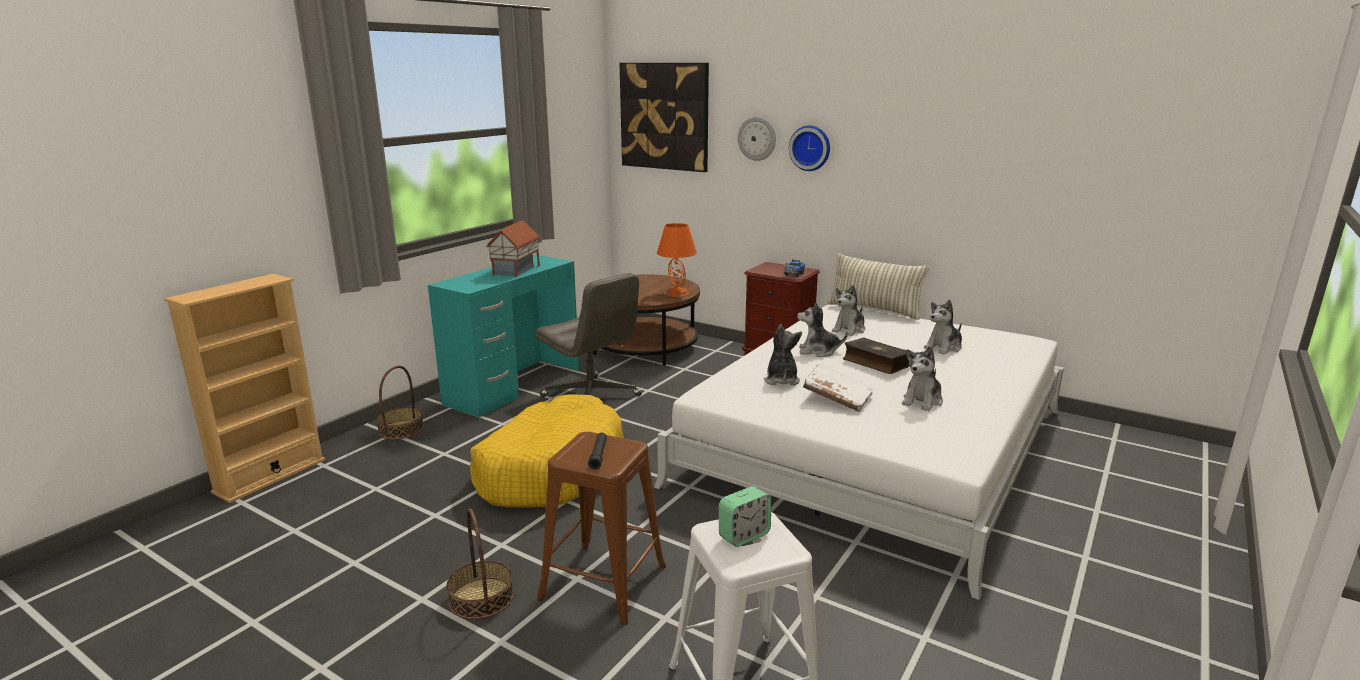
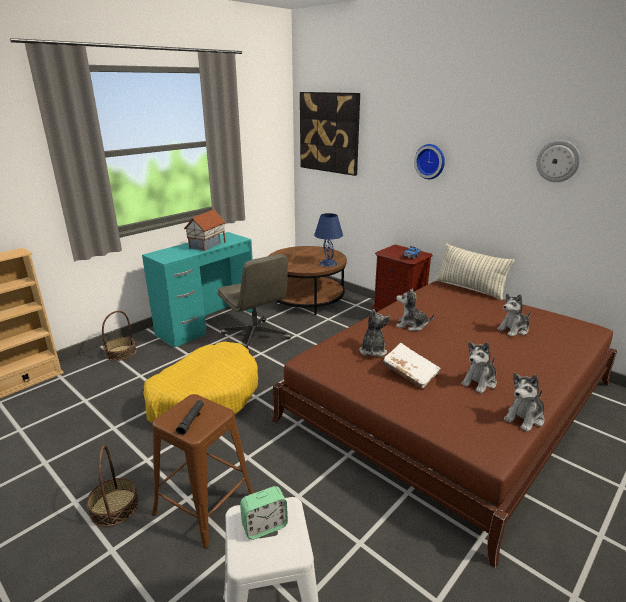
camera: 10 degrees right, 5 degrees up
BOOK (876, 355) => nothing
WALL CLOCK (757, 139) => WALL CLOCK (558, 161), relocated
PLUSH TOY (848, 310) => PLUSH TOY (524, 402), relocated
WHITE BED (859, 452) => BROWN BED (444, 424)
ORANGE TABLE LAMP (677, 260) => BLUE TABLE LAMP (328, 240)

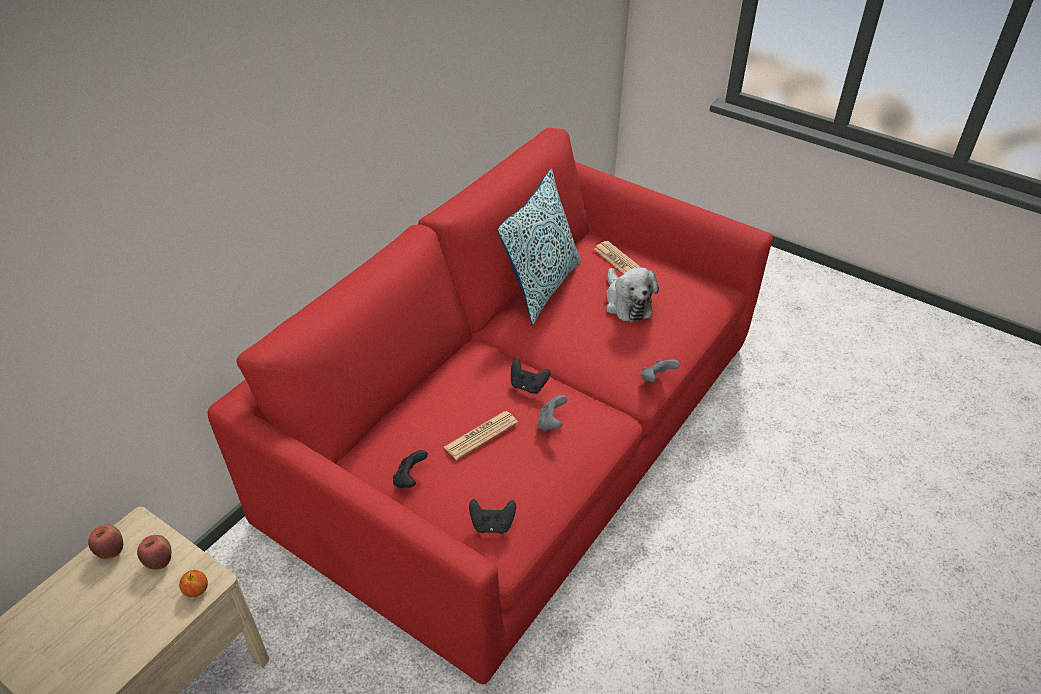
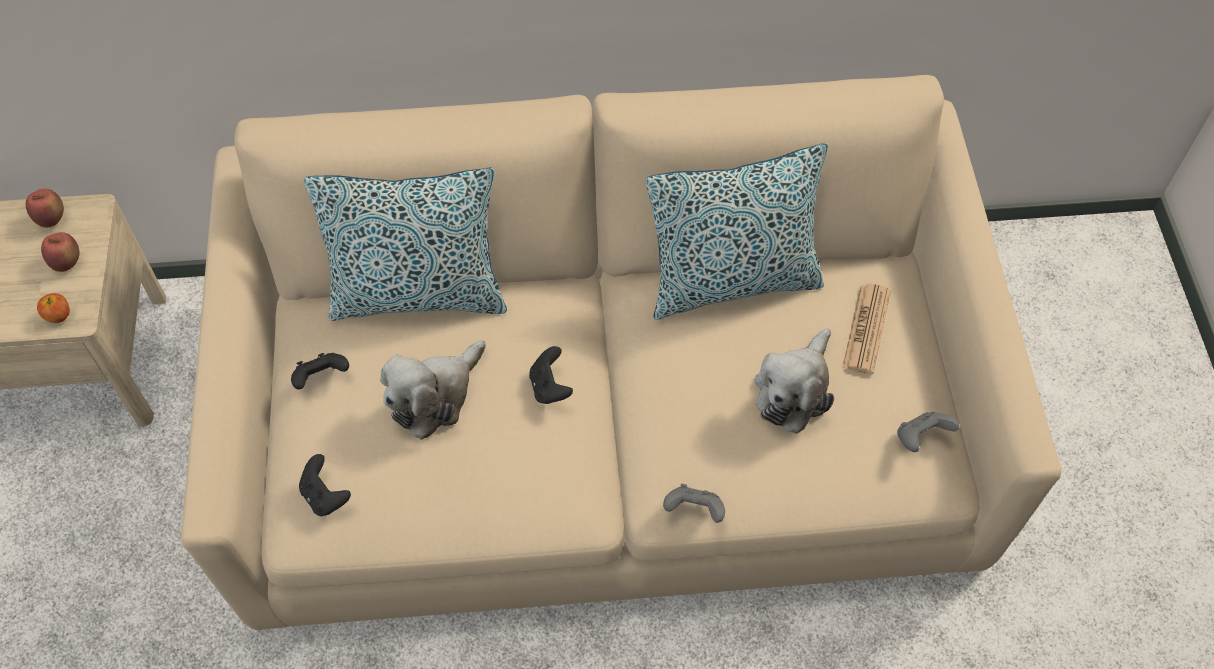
camera: 50 degrees right, 15 degrees up
nothing => PILLOW (405, 244)
GREY GAME CONTROLLER (552, 413) => GREY GAME CONTROLLER (928, 432), relocated
NEWSPAPER (481, 435) => PLUSH TOY (433, 390)
RED SOFA (490, 406) => BEIGE SOFA (621, 352)

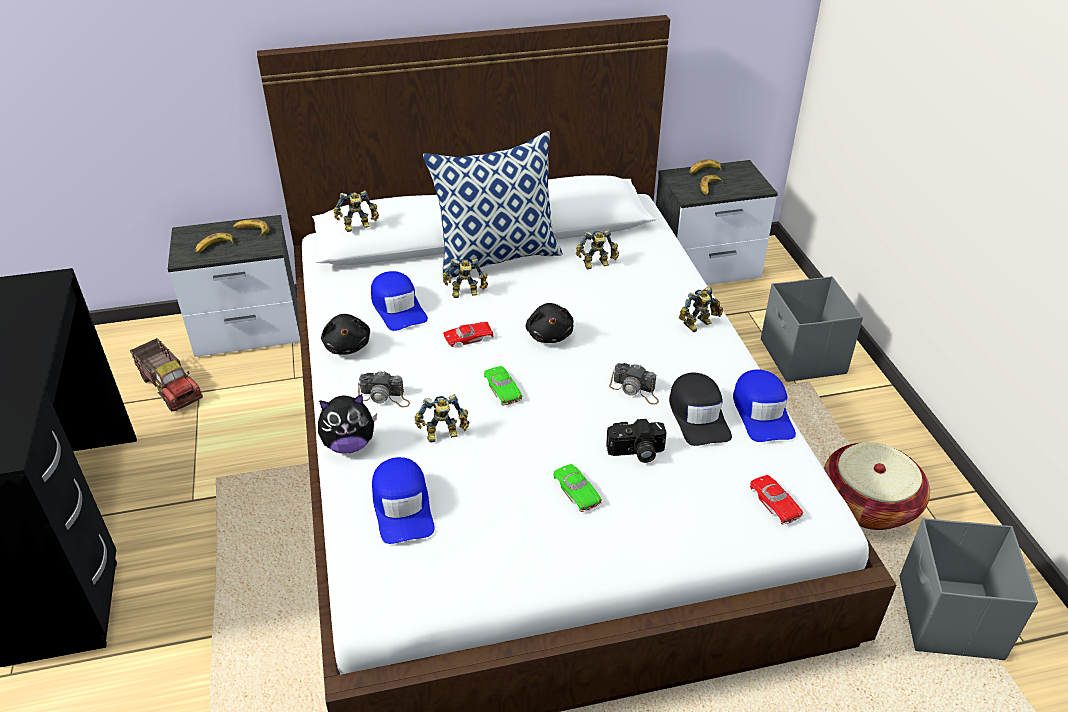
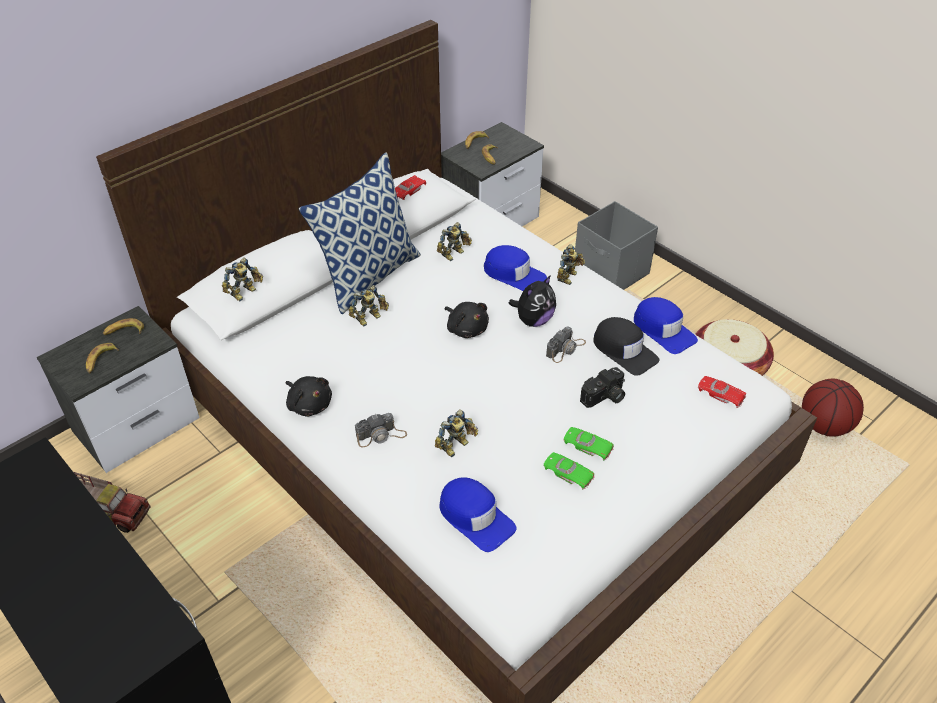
camera: 30 degrees left, 5 degrees up
PLUSH TOY (347, 424) => PLUSH TOY (532, 301), relocated
BLUE CAP (399, 301) => BLUE CAP (515, 268), relocated
RED TOY CAR (468, 334) => RED TOY CAR (410, 187), relocated
GREEN TOY CAR (503, 385) => GREEN TOY CAR (569, 470), relocated
GREY STORAGE BOX (968, 589) => BASKETBALL (833, 408)
PHOTO CAMERA (634, 384) => PHOTO CAMERA (566, 344), 45 degrees counterclockwise

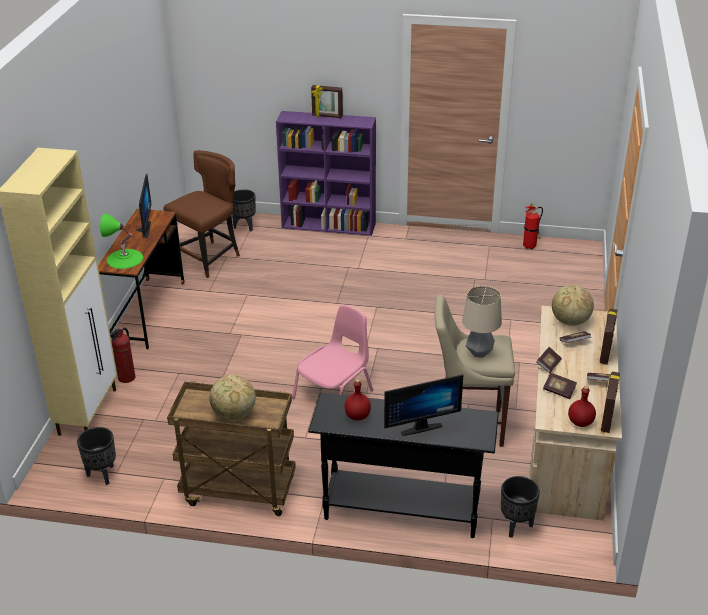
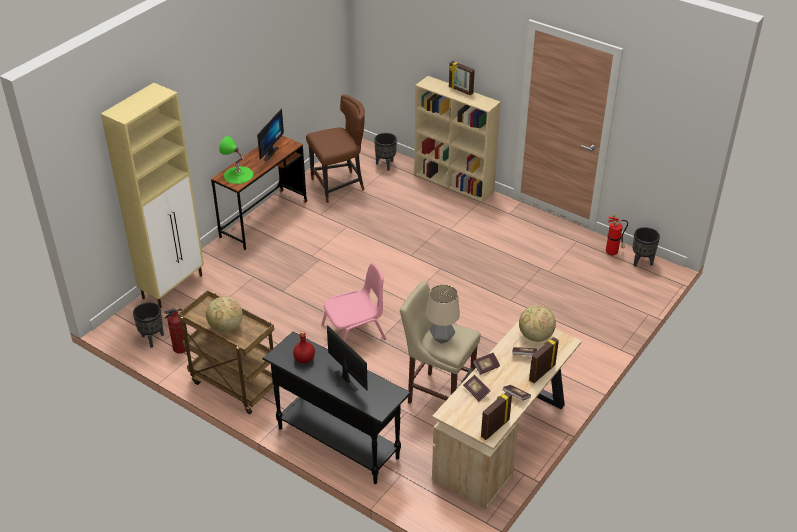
camera: 25 degrees right, 5 degrees up
RED BOTTLE (582, 406) => nothing
FIRE EXTINGUISHER (123, 355) => FIRE EXTINGUISHER (176, 331), relocated
BLACK PLANTER (520, 507) => BLACK PLANTER (646, 247), relocated
PURPLE BOOKCASE (326, 173) => BEIGE BOOKCASE (457, 139)
MONITOR (423, 405) => MONITOR (347, 358), 135 degrees counterclockwise

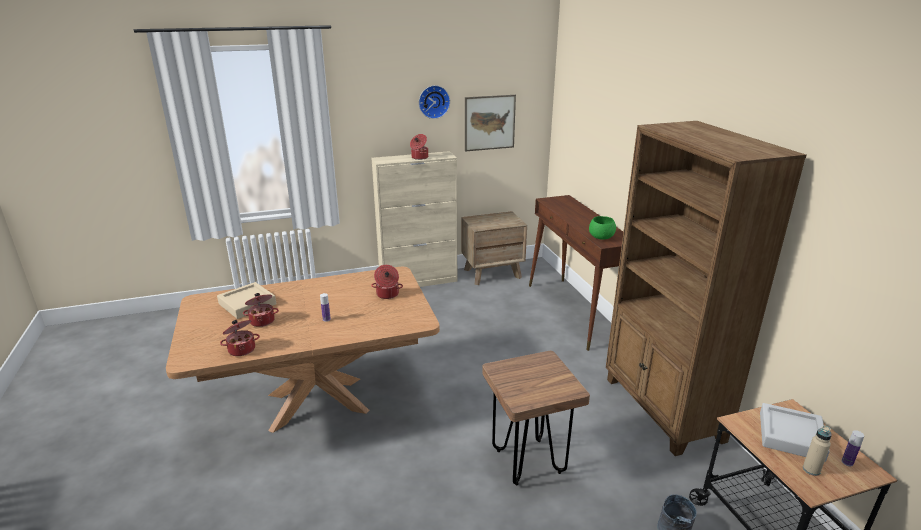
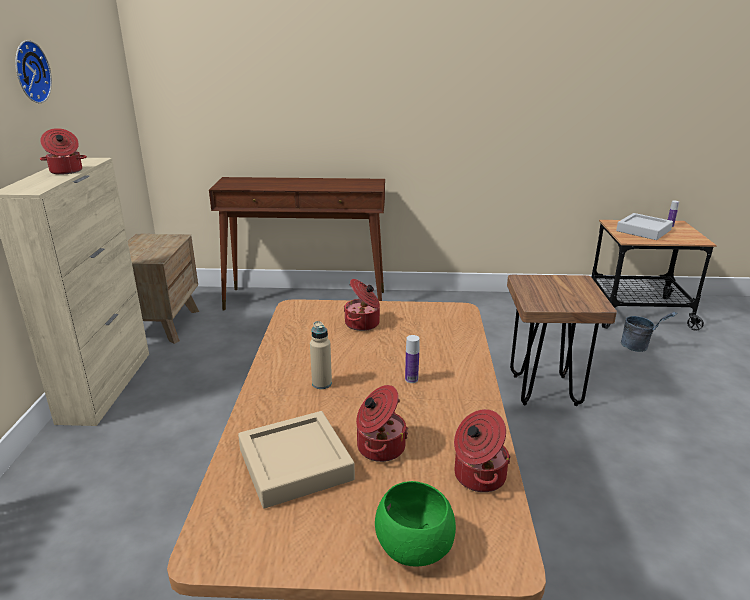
camera: 70 degrees left, 0 degrees up
PICTURE (490, 123) => nothing
BROWN BOOKCASE (706, 288) => nothing
GREEN BOWL (602, 228) => GREEN BOWL (415, 523), relocated
BEIGE BOTTLE (817, 450) => BEIGE BOTTLE (321, 355), relocated

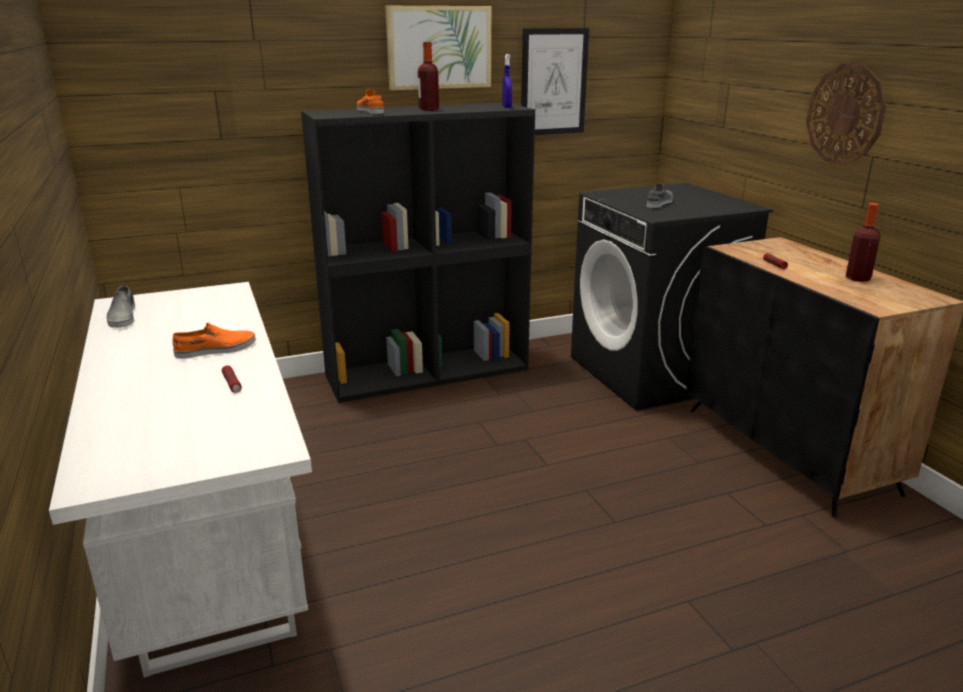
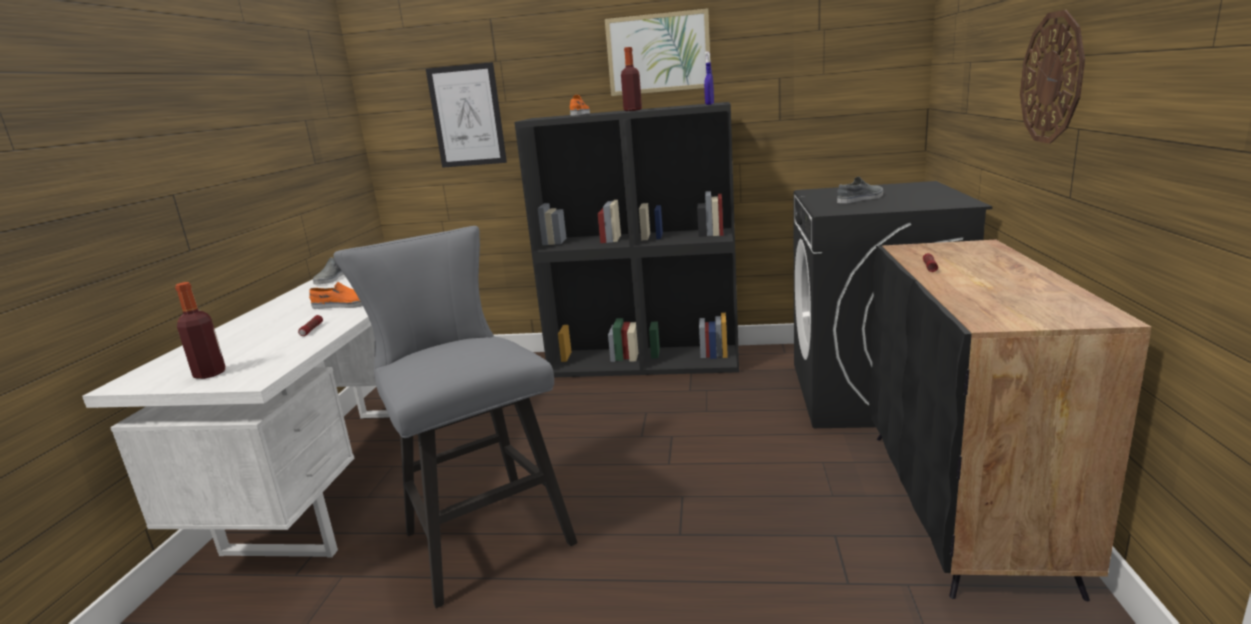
camera: 30 degrees right, 5 degrees down
nothing => GREY STOOL (455, 417)
PICTURE (555, 81) => PICTURE (466, 115), relocated
BOTTLE (863, 242) => BOTTLE (200, 330), relocated

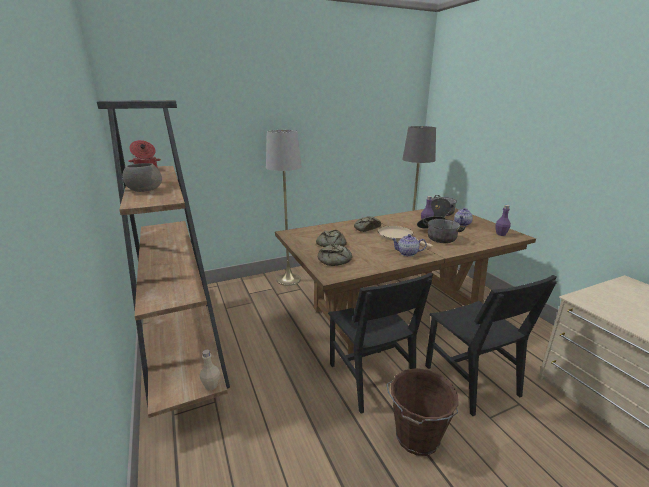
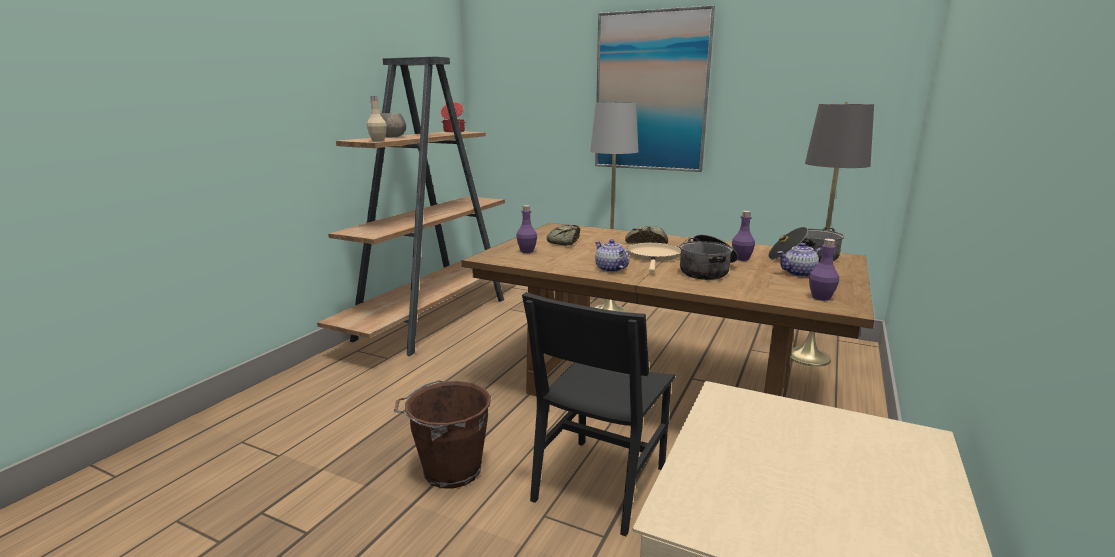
camera: 50 degrees right, 5 degrees down
BLACK CHAIR (380, 343) => nothing
nothing => PICTURE (655, 88)
BEIGE BOTTLE (209, 370) => BEIGE BOTTLE (377, 118), relocated
BREAD (335, 255) => PURPLE BOTTLE (526, 229)

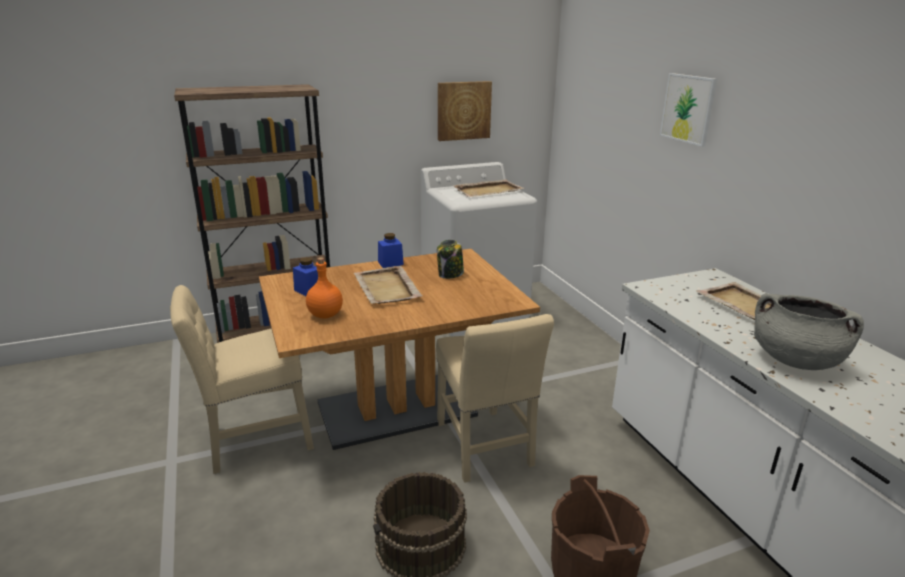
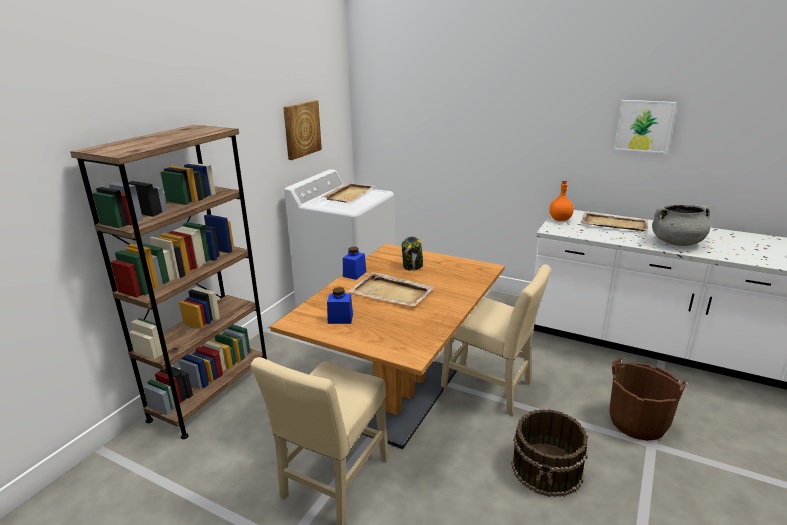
camera: 40 degrees left, 0 degrees up
ORANGE BOTTLE (324, 288) => ORANGE BOTTLE (561, 200), relocated
PICTURE (688, 110) => PICTURE (645, 127), relocated

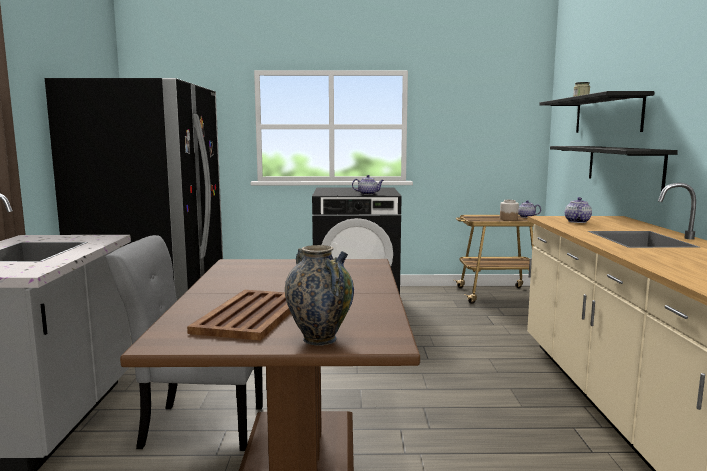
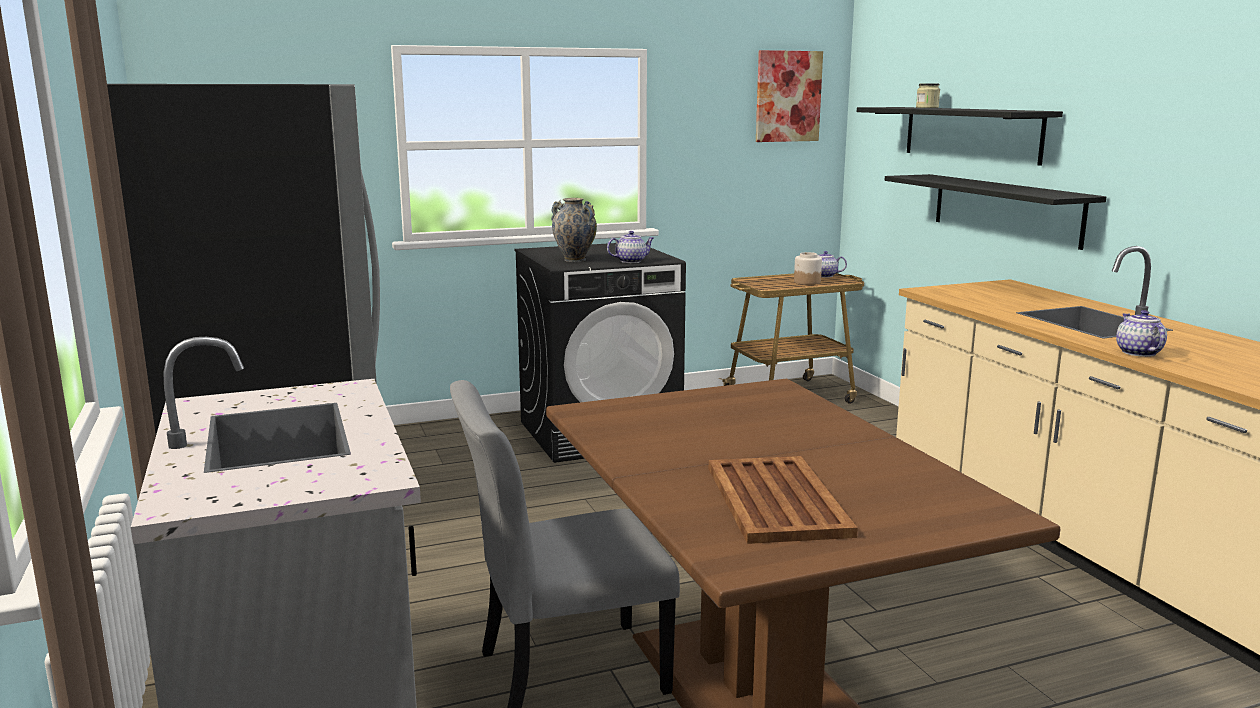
camera: 20 degrees left, 5 degrees up
nothing => PICTURE (789, 96)
VASE (319, 295) => VASE (574, 230), relocated
TEAPOT (578, 210) => TEAPOT (1141, 333), relocated

